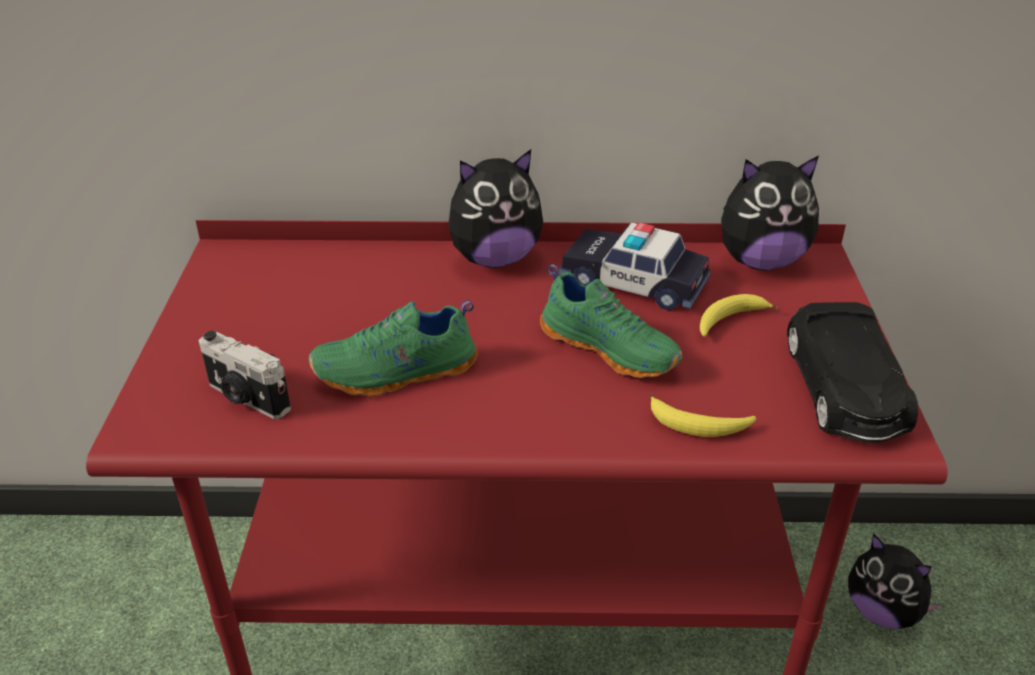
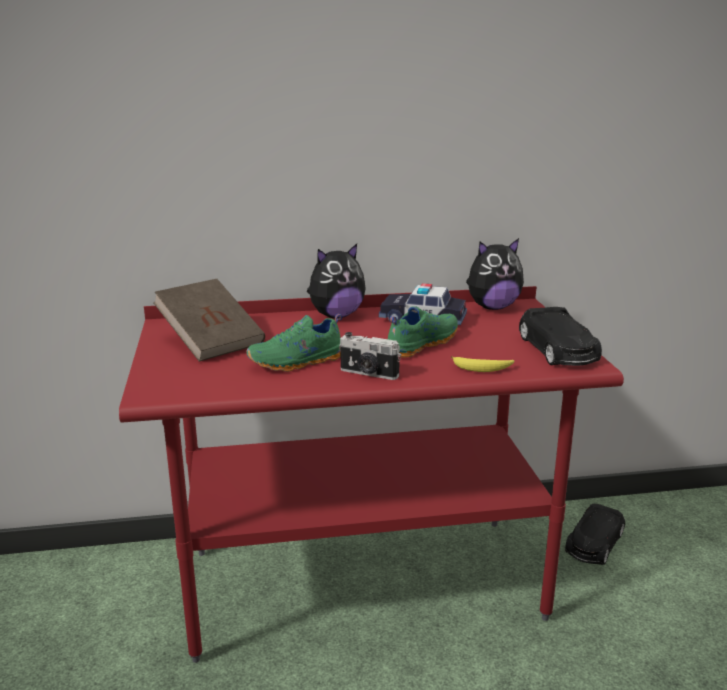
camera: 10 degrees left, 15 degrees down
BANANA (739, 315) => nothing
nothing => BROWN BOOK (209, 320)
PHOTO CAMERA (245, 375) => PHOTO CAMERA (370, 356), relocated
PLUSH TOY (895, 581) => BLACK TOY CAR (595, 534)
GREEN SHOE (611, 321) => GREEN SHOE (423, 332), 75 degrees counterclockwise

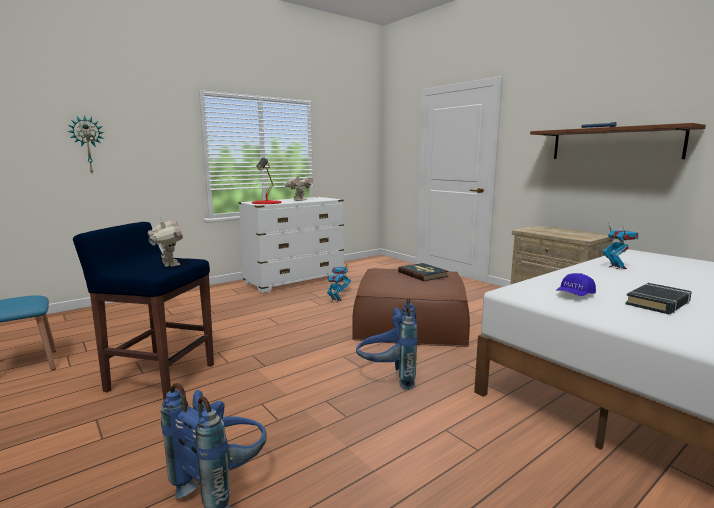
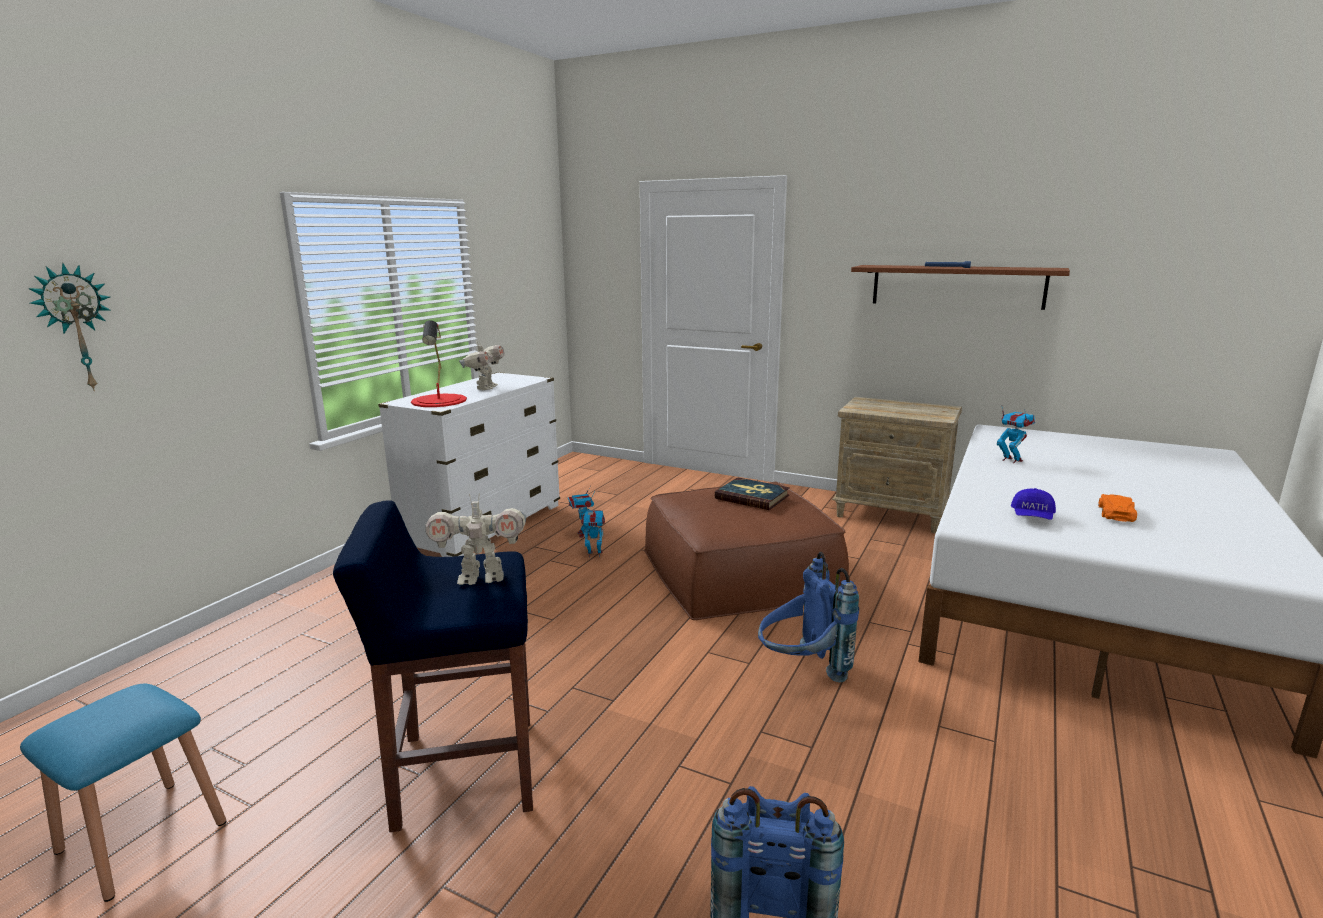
camera: 25 degrees left, 5 degrees up
BLACK BOOK (658, 298) => ORANGE TOY CAR (1117, 508)
TOY ROBOT (165, 242) => TOY ROBOT (475, 539), 135 degrees clockwise

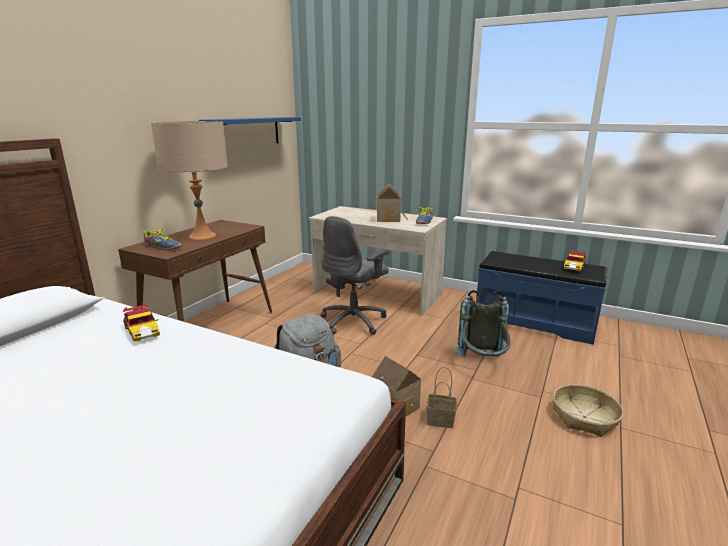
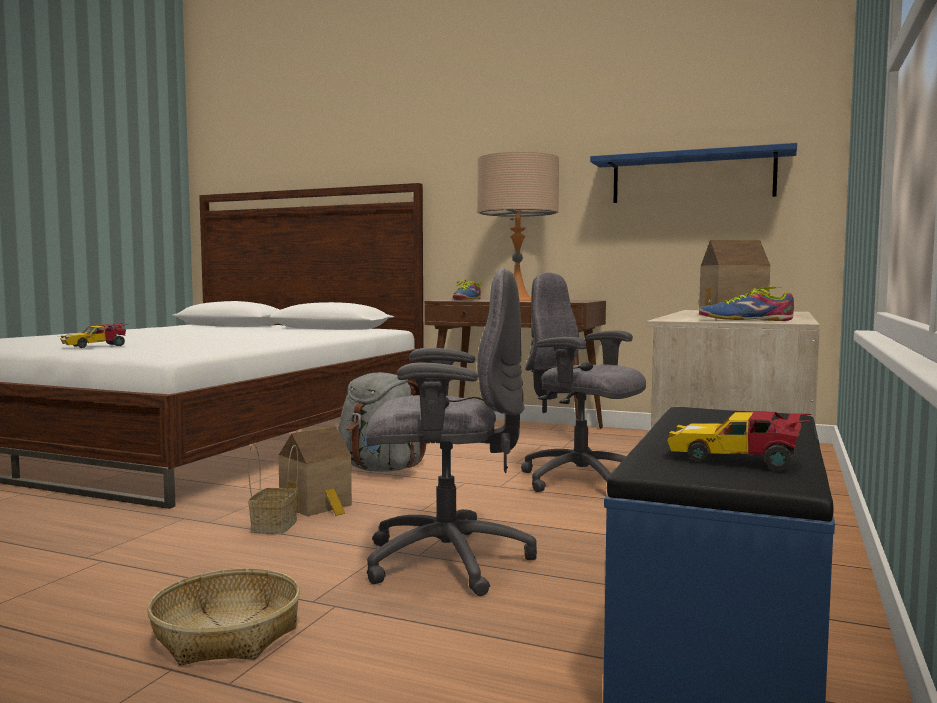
camera: 85 degrees right, 15 degrees down
TOY CAR (141, 322) => TOY CAR (94, 335), relocated
GREY BACKPACK (482, 324) => GREY OFFICE CHAIR (451, 432)

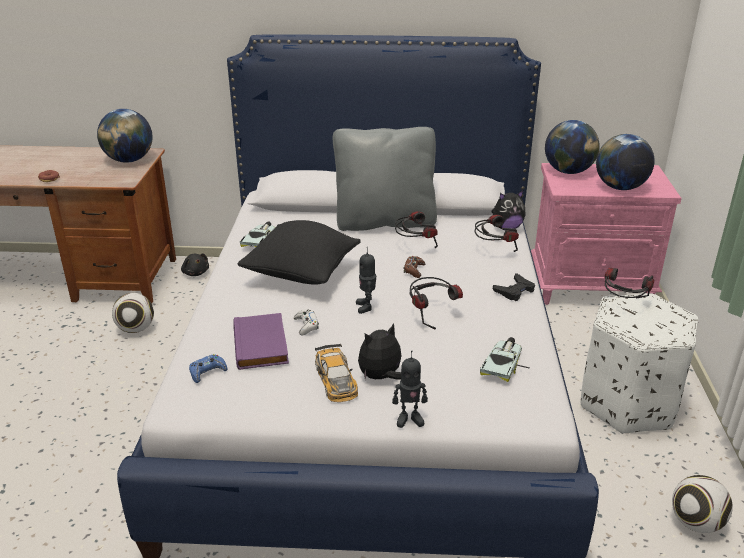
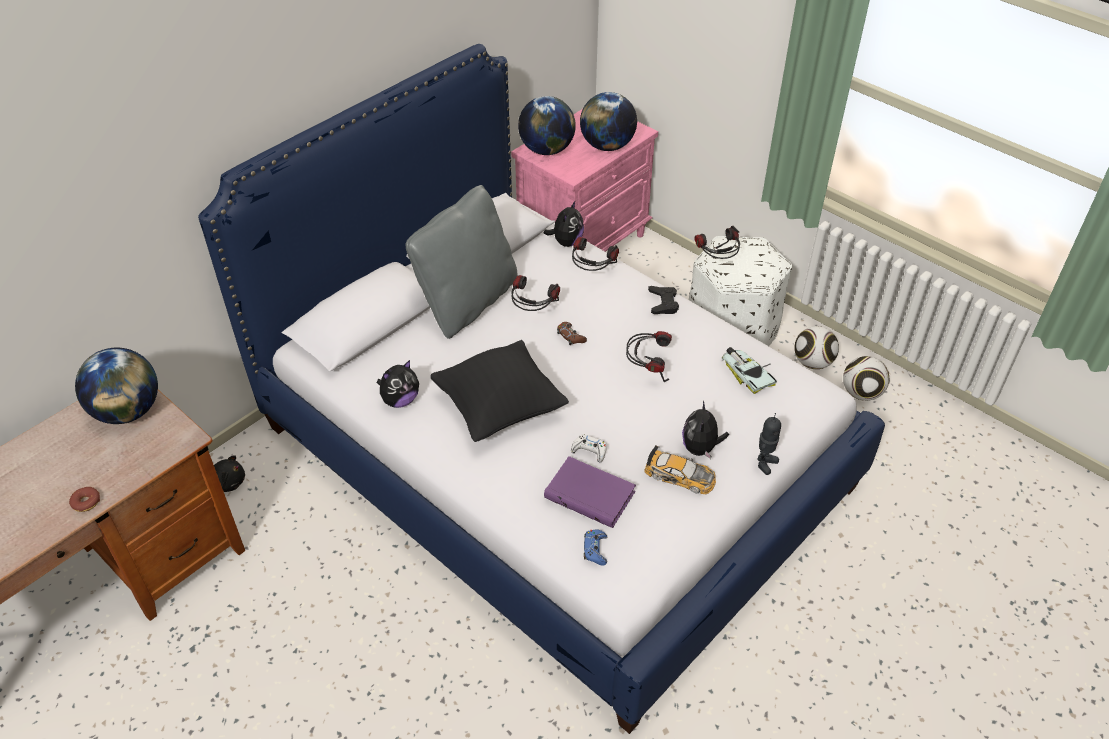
camera: 50 degrees left, 15 degrees up
TOY ROBOT (366, 280) => nothing
FOOTBALL (133, 313) => FOOTBALL (816, 347), relocated
TOY CAR (258, 234) => PLUSH TOY (398, 384)

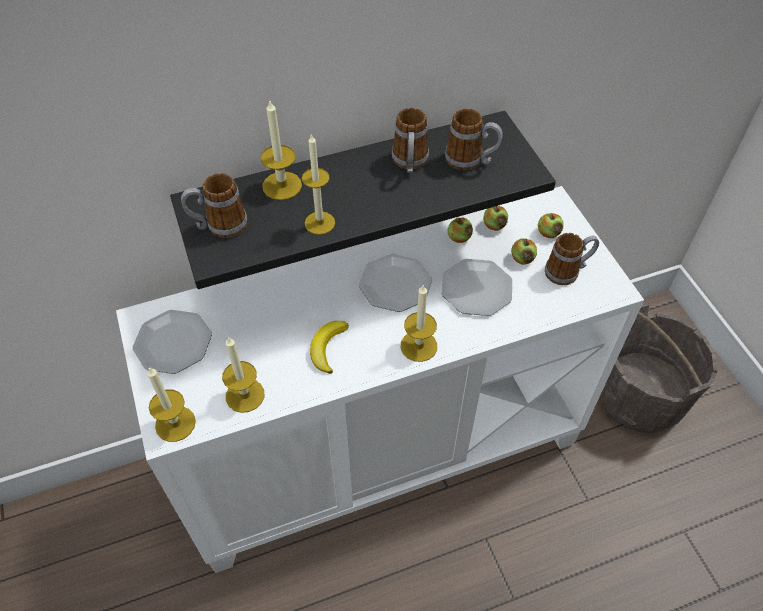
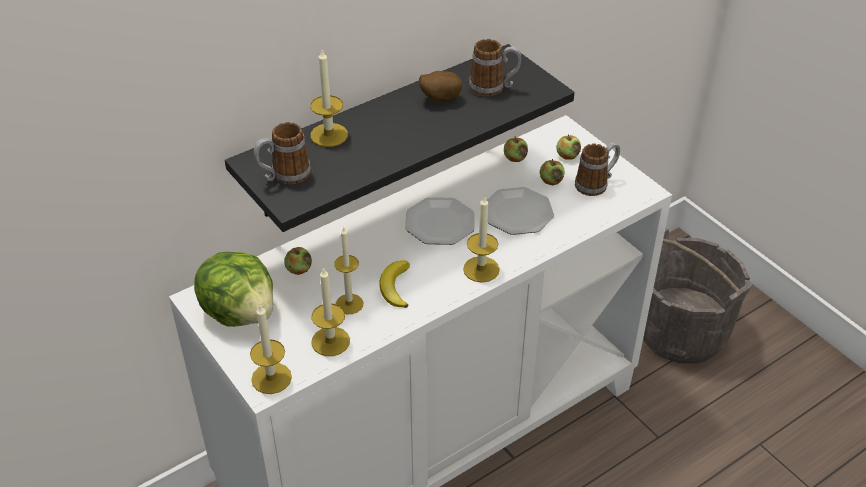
camera: 15 degrees left, 10 degrees down
CANDLE (318, 184) => CANDLE (348, 270), relocated
APPLE (460, 230) => APPLE (298, 261), relocated
PLATE (172, 342) => LETTUCE (233, 289)
MUG (410, 140) => POTATO (441, 86)

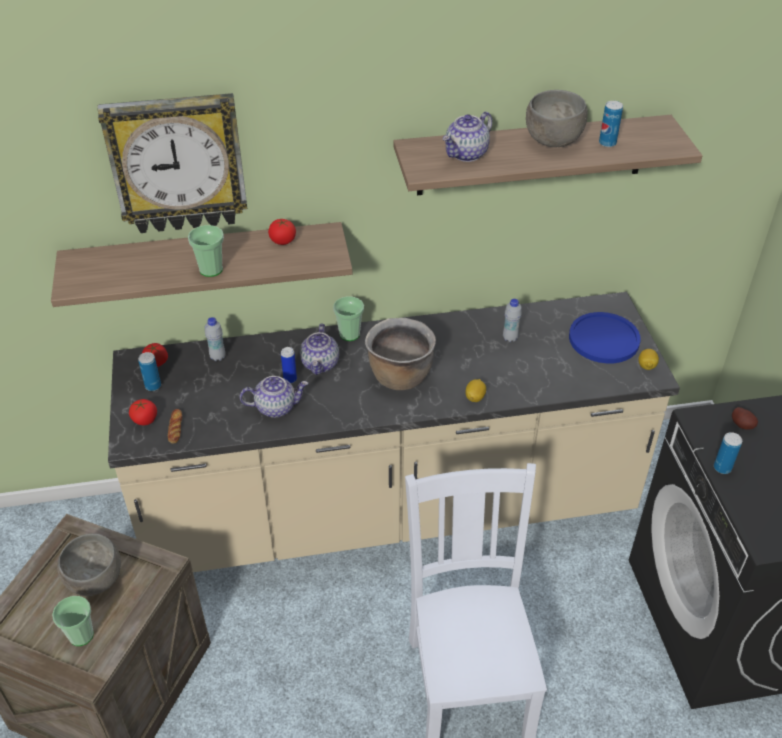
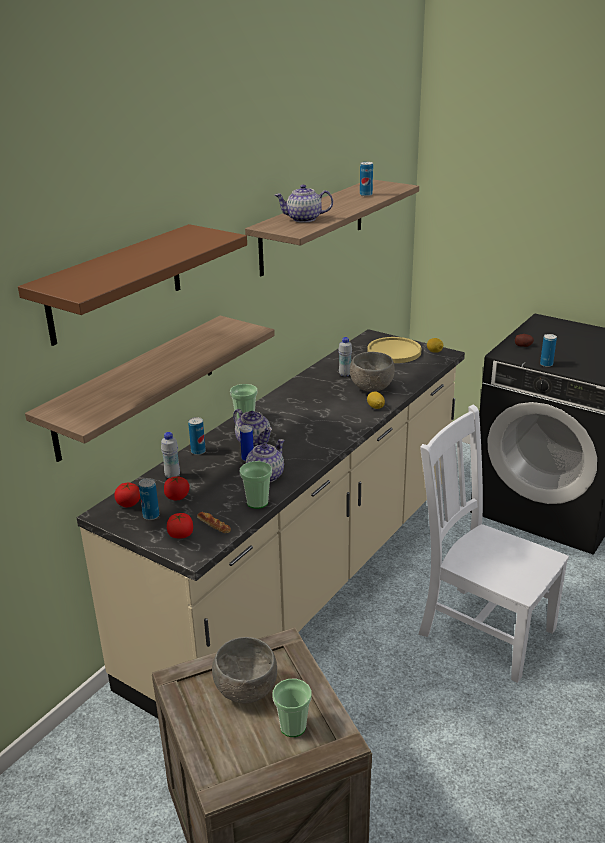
camera: 45 degrees left, 15 degrees down
BROWN COOKING POT (400, 354) => nothing
nothing => CAN (197, 436)
CUP (206, 251) => CUP (256, 485), relocated
TOMATO (282, 232) => TOMATO (177, 488), relocated
GREY BOWL (557, 118) => GREY BOWL (372, 372), relocated
WALL CLOCK (172, 163) => BROWN SHELF (132, 285)
BLUE PLATE (605, 337) => YELLOW PLATE (394, 350)
TEAPOT (467, 137) => TEAPOT (304, 203), 90 degrees clockwise

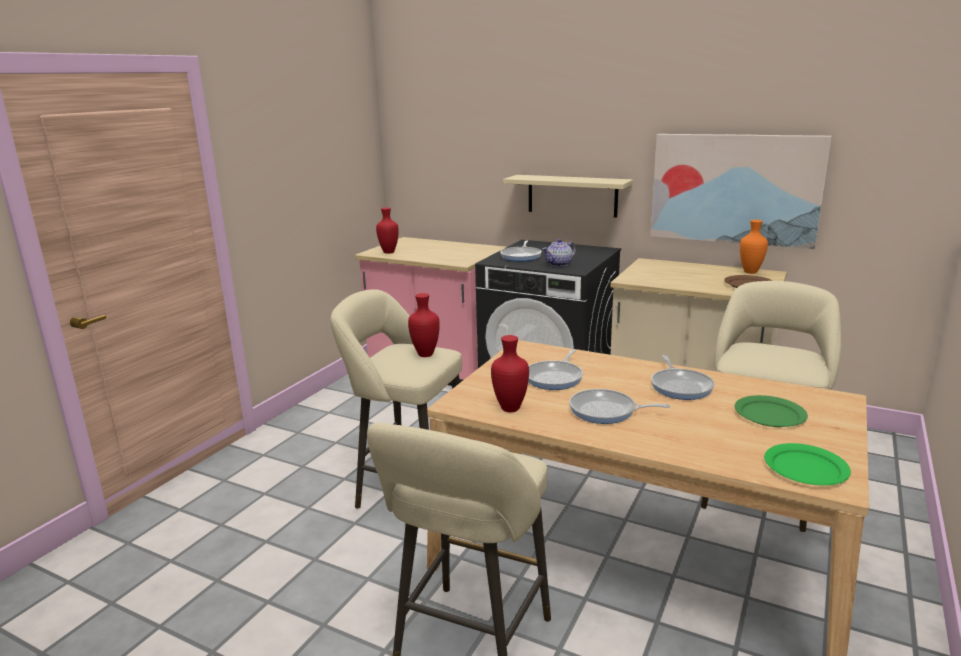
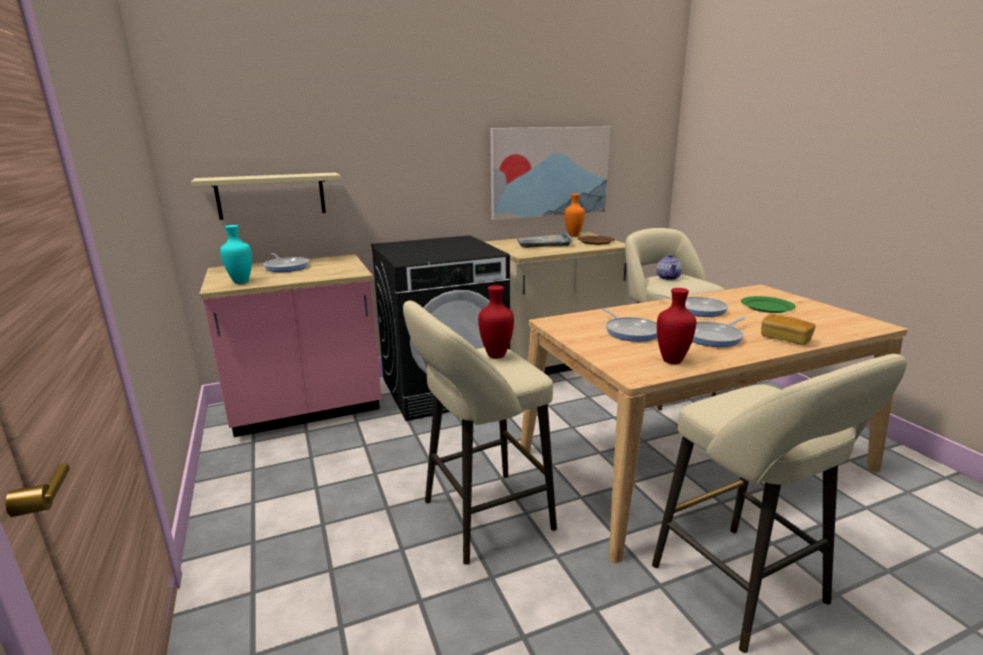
camera: 50 degrees left, 0 degrees up
GREEN PLATE (807, 464) => nothing
nothing => GREY TRAY (545, 240)
nothing => BREAD (788, 329)
FRYING PAN (521, 251) => FRYING PAN (286, 262), relocated
BEIGE SHELF (568, 196) => BEIGE SHELF (266, 196), relocated
TEAPOT (559, 253) => TEAPOT (669, 267), relocated
RED VASE (387, 230) => TURQUOISE VASE (236, 254)

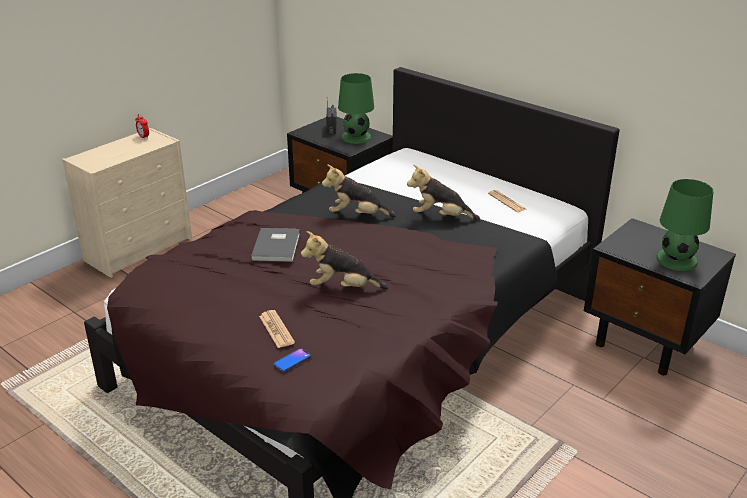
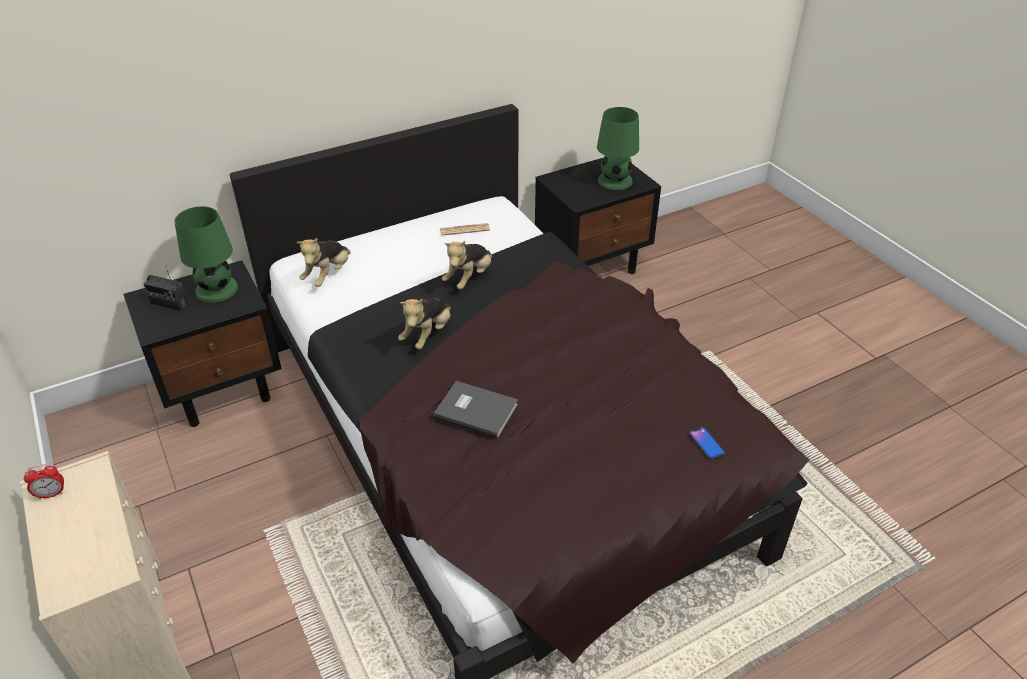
camera: 70 degrees left, 10 degrees up
NEWSPAPER (277, 329) => nothing
PLUSH TOY (344, 260) => PLUSH TOY (324, 262), relocated

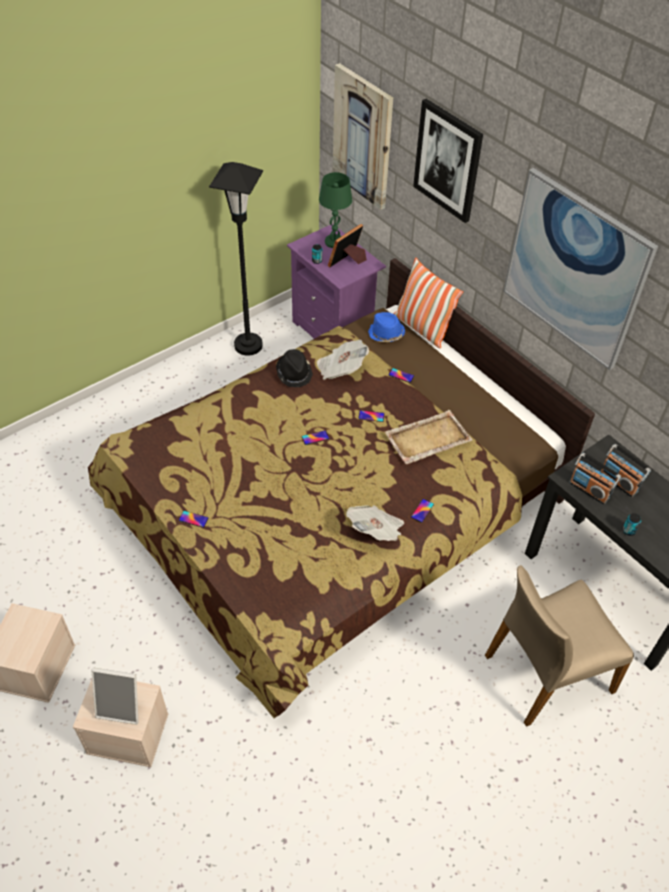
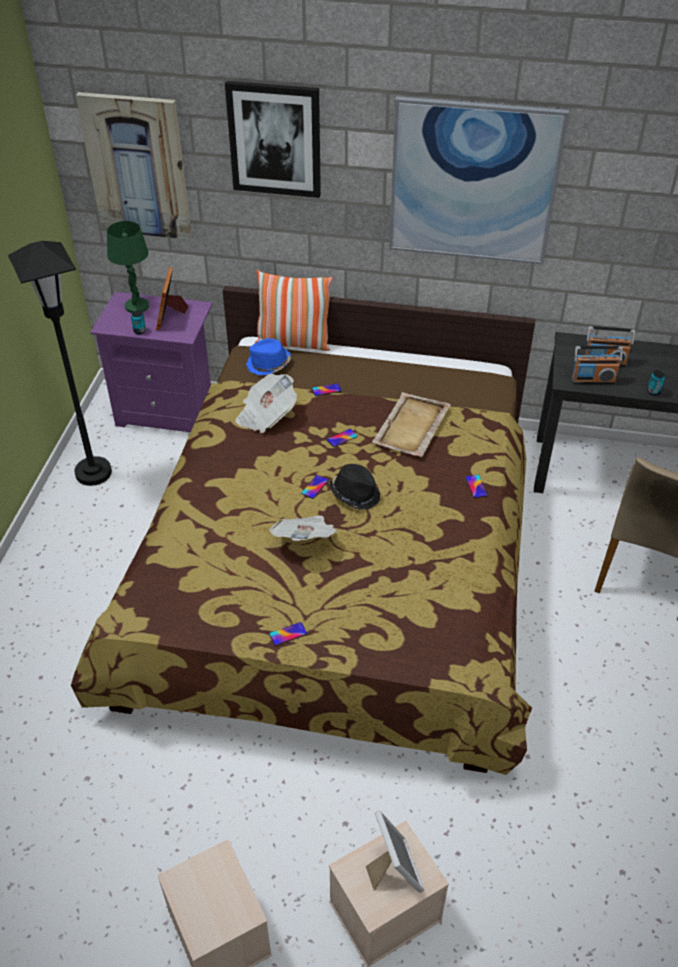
camera: 40 degrees left, 5 degrees down
BLACK HAT (294, 368) => BLACK HAT (354, 487), relocated
NEWSPAPER (375, 523) => NEWSPAPER (303, 528), relocated
PICTURE FRAME (115, 696) => PICTURE FRAME (395, 852), 75 degrees counterclockwise

